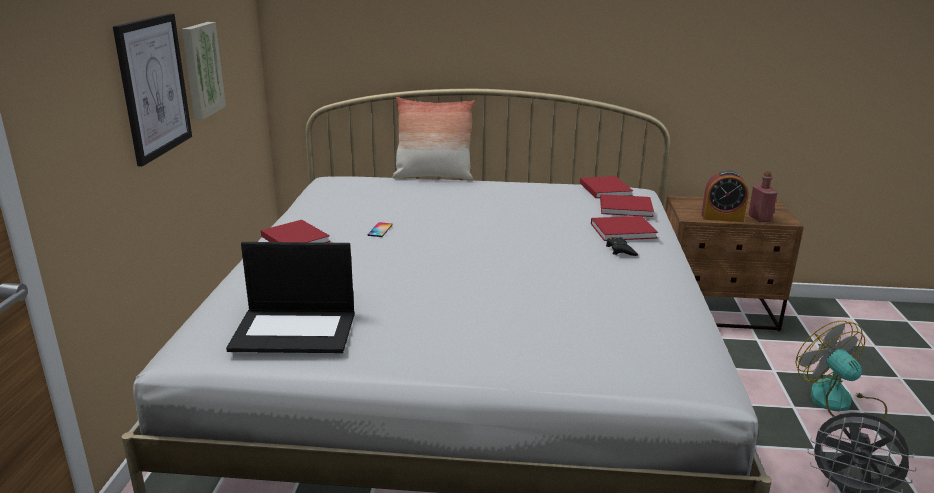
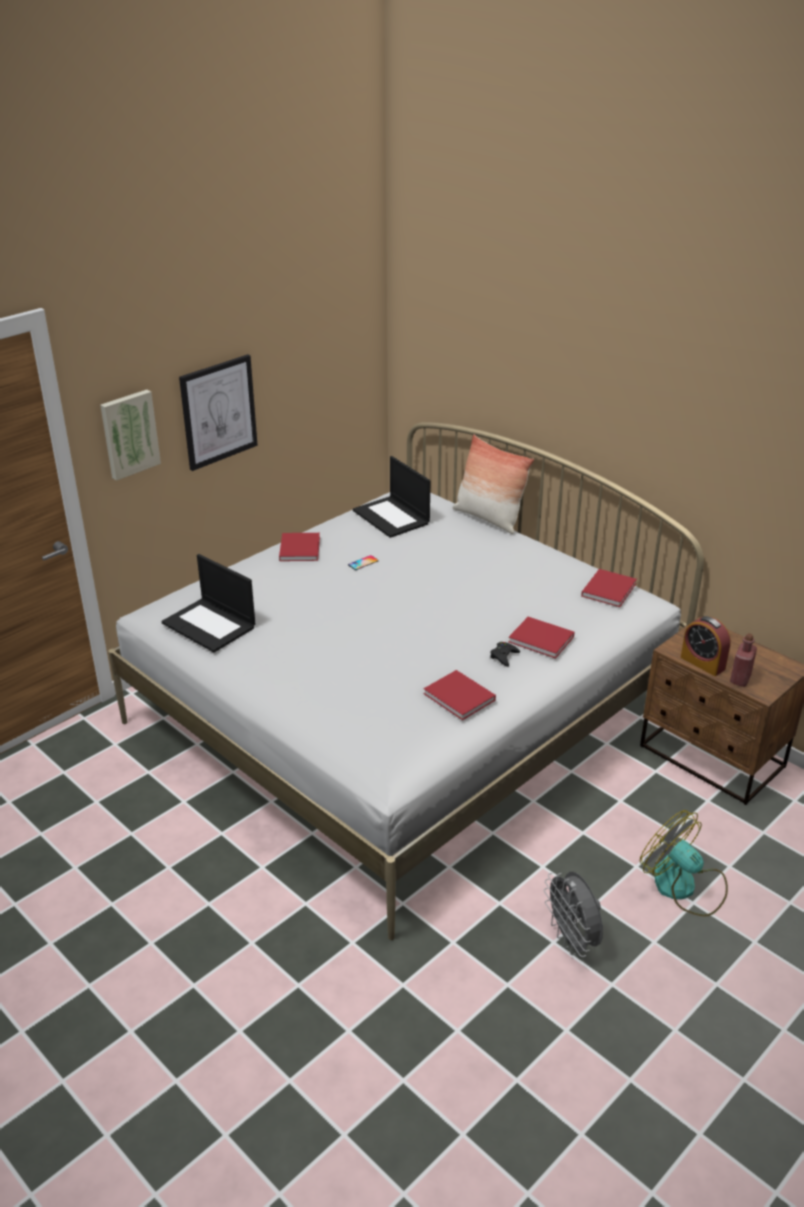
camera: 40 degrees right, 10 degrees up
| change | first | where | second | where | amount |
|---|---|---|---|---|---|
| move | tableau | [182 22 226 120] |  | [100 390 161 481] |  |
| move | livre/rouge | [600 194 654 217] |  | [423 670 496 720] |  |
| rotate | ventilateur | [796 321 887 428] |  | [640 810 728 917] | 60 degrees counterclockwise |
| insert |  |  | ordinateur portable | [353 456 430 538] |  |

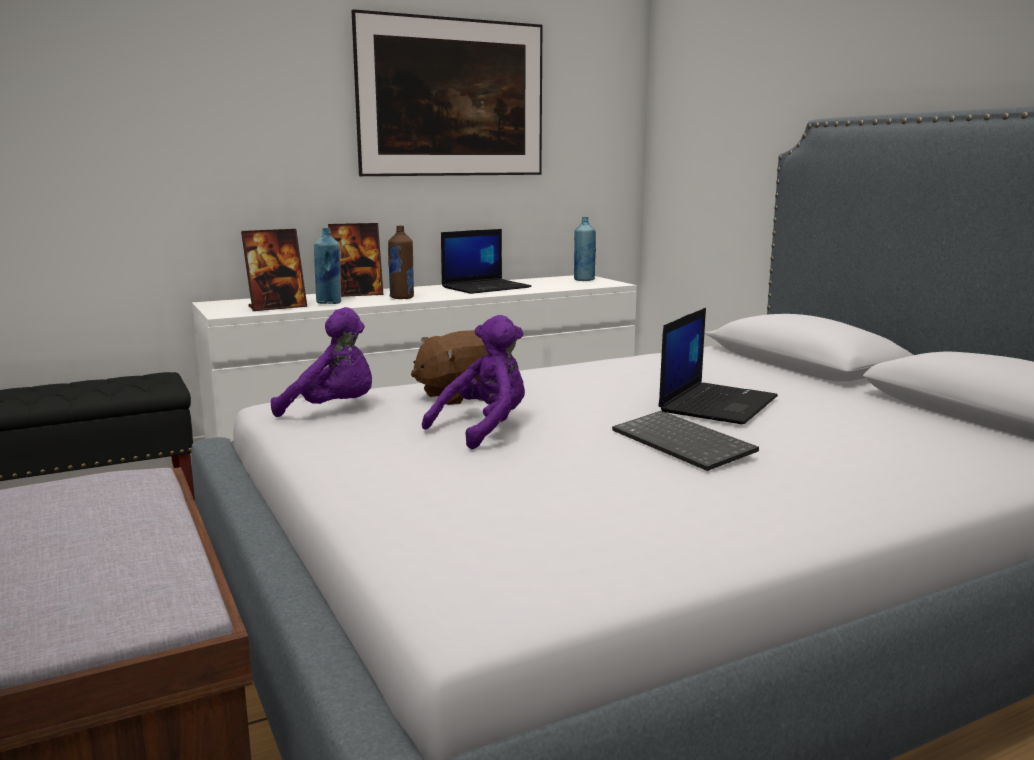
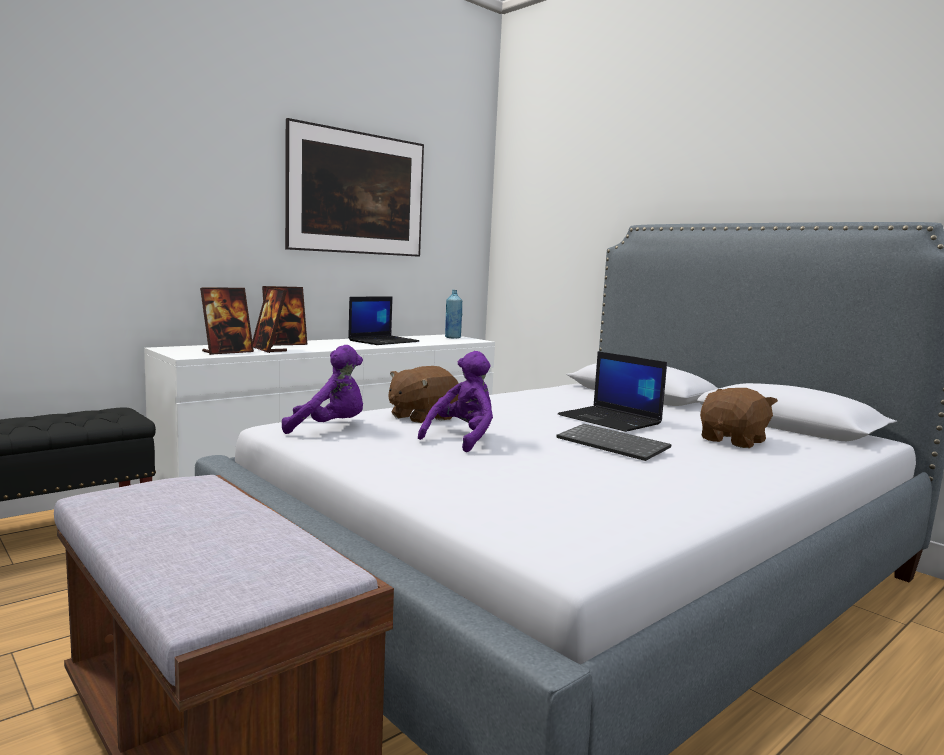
camera: 15 degrees left, 5 degrees down
| change | first | where | second | where | amount |
|---|---|---|---|---|---|
| replace | bouteille/bleu | [314 228 341 304] | cadre photo | [252 287 287 353] |  |
| delete | bouteille/marron | [388 225 414 299] |  |  |  |
| rotate | ordinateur portable | [658 308 778 424] |  | [558 351 667 432] | 120 degrees clockwise |
| insert |  |  | peluche/marron | [700 388 778 448] |  |

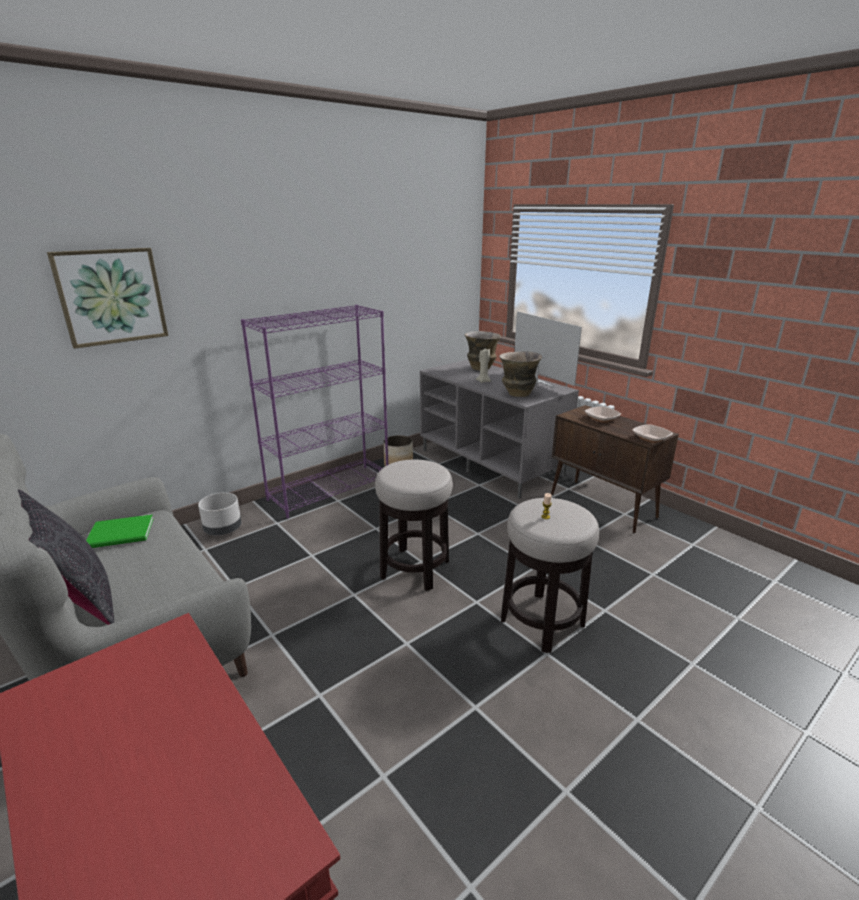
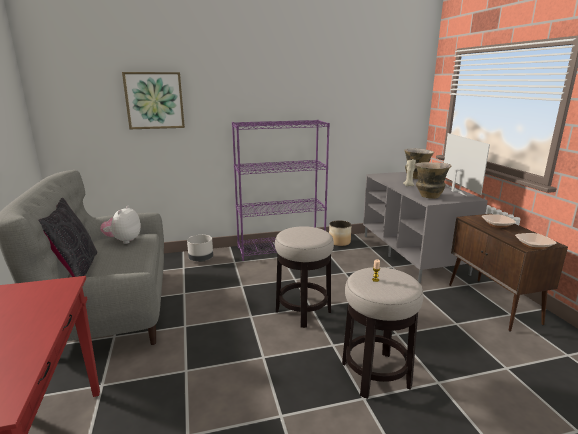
camera: 25 degrees right, 5 degrees down
| change | first | where | second | where | amount |
|---|---|---|---|---|---|
| replace | livre/vert | [86 514 153 548] | peluche | [100 206 141 244] |  |

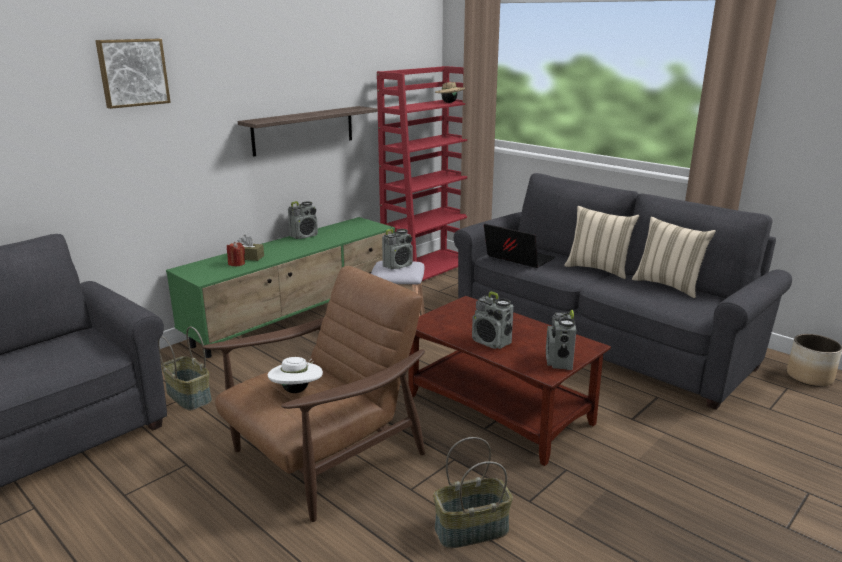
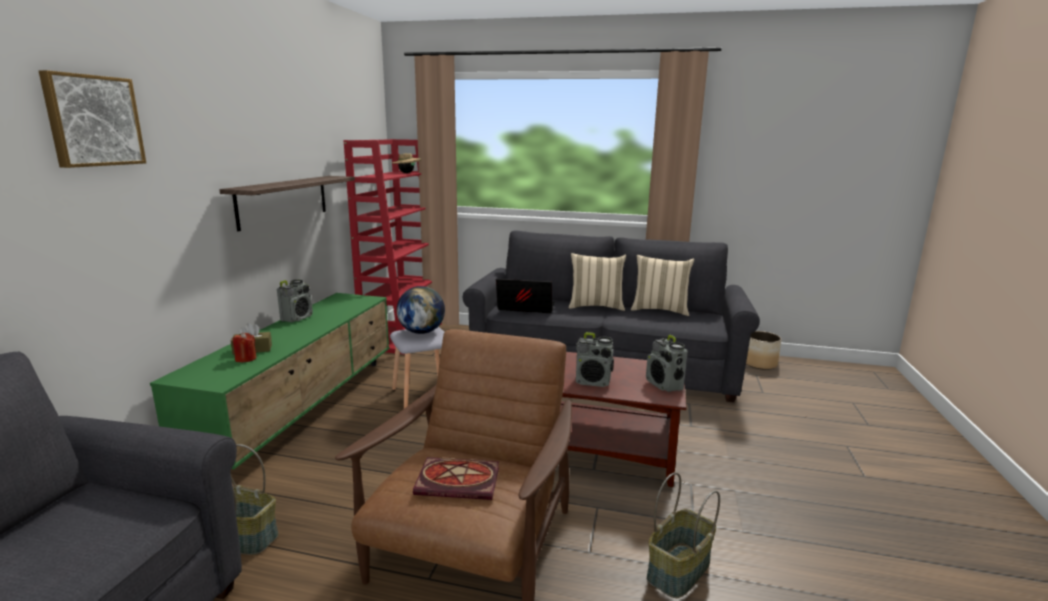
camera: 30 degrees left, 5 degrees down
| change | first | where | second | where | amount |
|---|---|---|---|---|---|
| replace | chapeau/blanc | [268 357 323 393] | livre | [413 457 499 500] |  |
| replace | radio | [382 229 413 270] | globe | [397 286 445 334] |  |

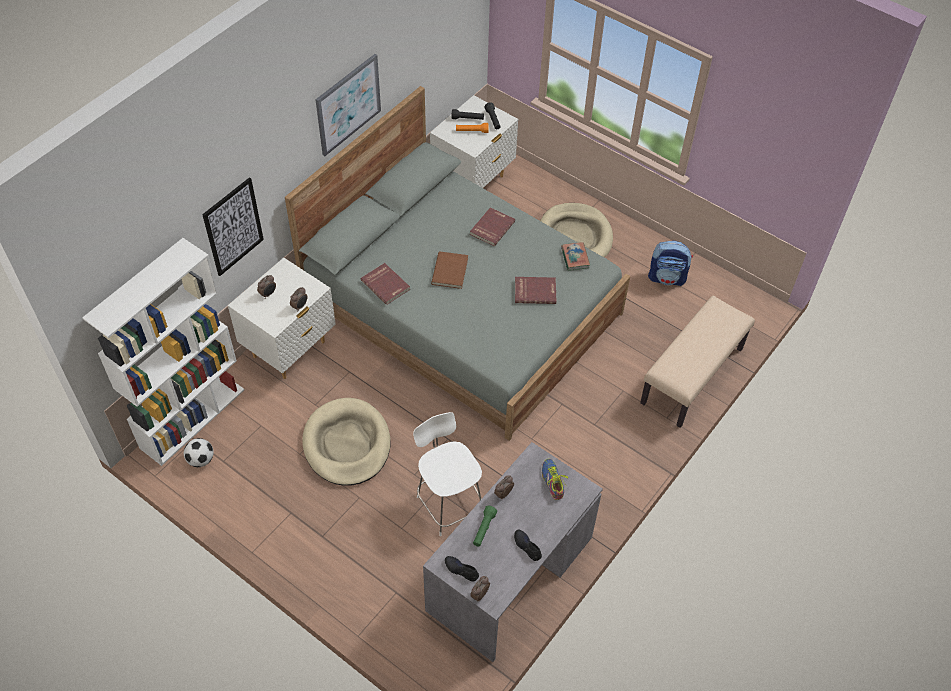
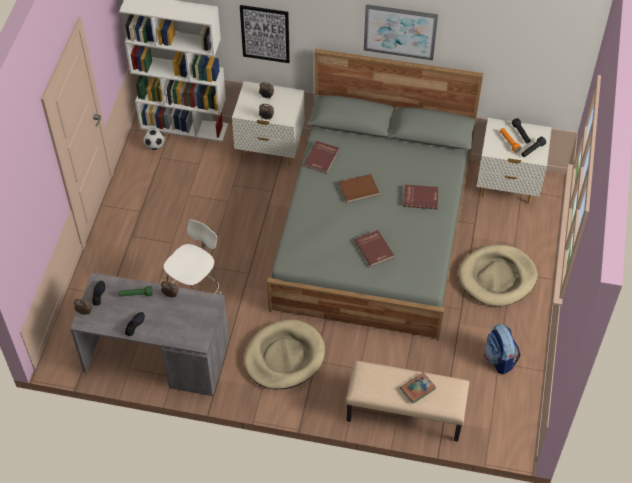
camera: 65 degrees right, 0 degrees up
| change | first | where | second | where | amount |
|---|---|---|---|---|---|
| move | panier pour chien/beige | [302 398 391 486] |  | [244 319 325 389] |  |
| delete | chaussure | [542 459 568 500] |  |  |  |
| move | livre | [561 242 590 271] |  | [400 373 436 404] |  |

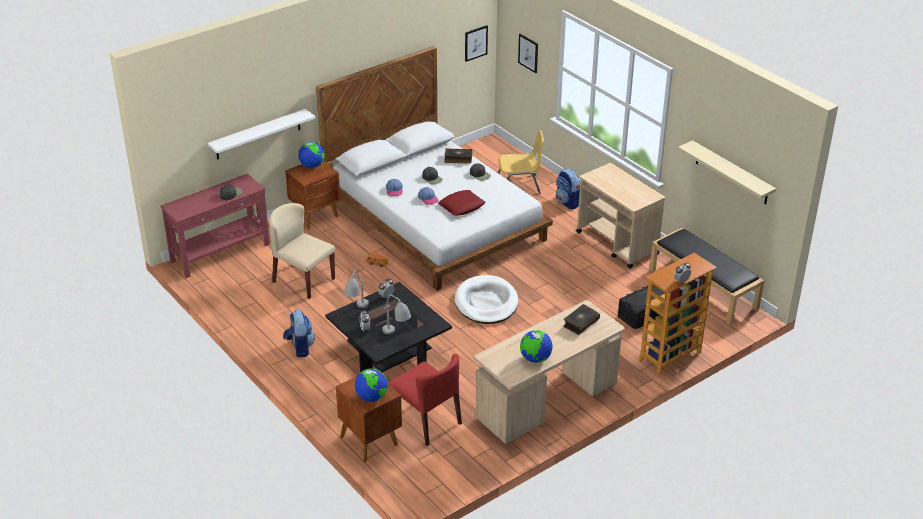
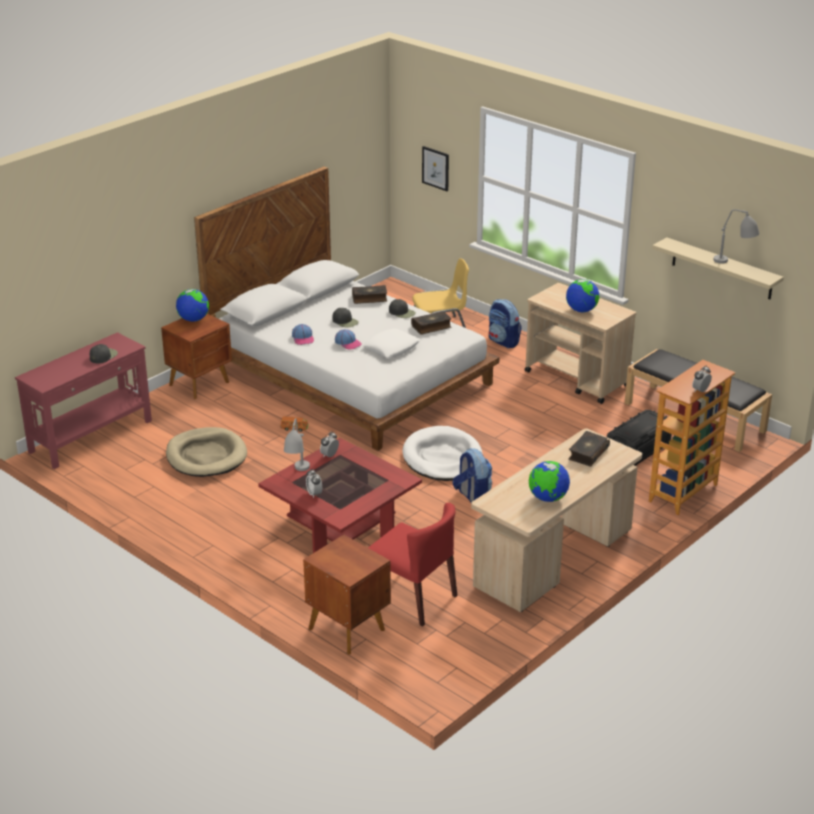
camera: 10 degrees left, 5 degrees down
| change | first | where | second | where | amount |
|---|---|---|---|---|---|
| delete | étagère/blanc | [208 109 315 160] |  |  |  |
| replace | chaise/beige | [269 203 335 299] | panier pour chien/beige | [166 427 247 477] |  |
| move | sac à dos | [283 310 315 357] |  | [453 448 492 503] |  |
| recolor | table basse/noir | [325 282 452 373] | table basse/rouge | [258 438 422 553] |  |
| move | globe | [355 369 388 402] |  | [566 279 599 313] |  |
| move | lampe de table/gris | [383 295 411 334] |  | [713 209 760 264] |  |
| recolor | coussin/rouge | [438 190 486 216] | coussin/blanc | [363 329 420 358] |  |
| delete | tableau | [465 25 488 62] |  |  |  |
| insert |  |  | livre | [411 311 451 335] |  |

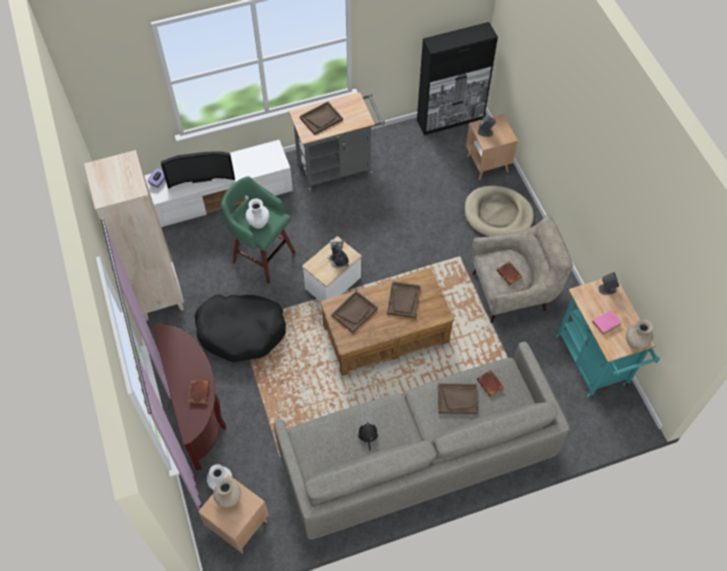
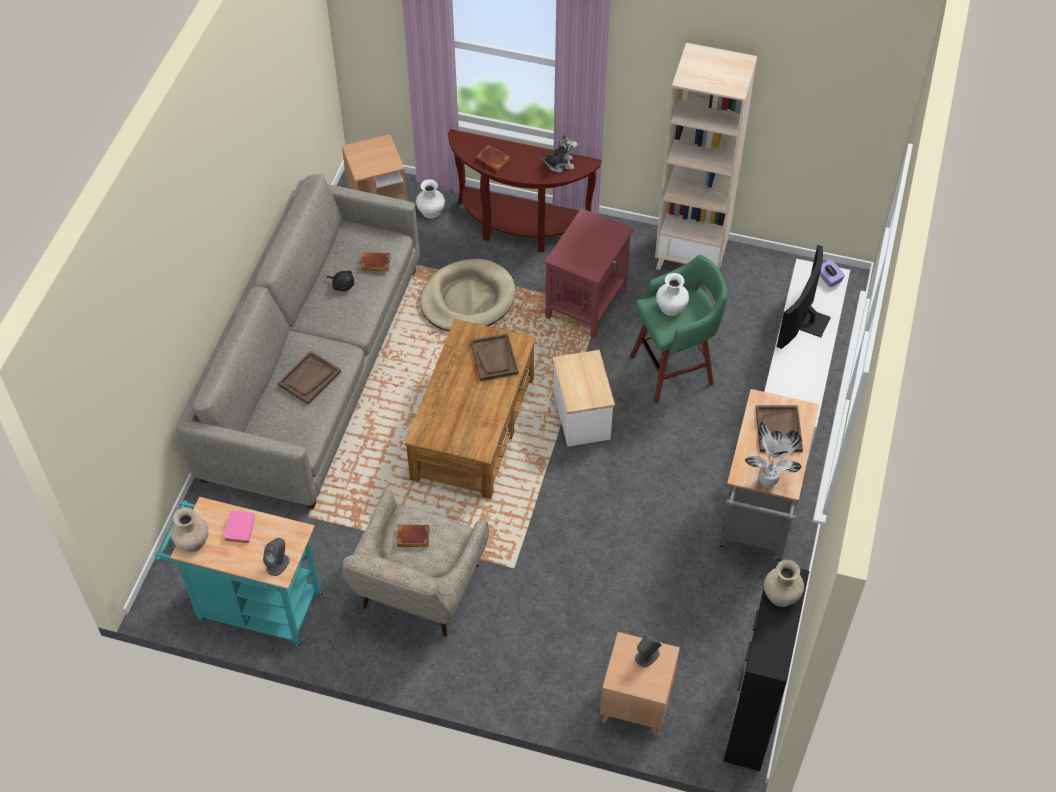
camera: 125 degrees right, 5 degrees down
| change | first | where | second | where | amount |
|---|---|---|---|---|---|
| replace | panier pour chien/noir | [195 294 286 362] | table d'appoint/rouge | [545 208 634 338] |  |
| move | vase/beige | [213 478 241 508] |  | [764 560 804 607] |  |
| move | peluche | [327 239 349 269] |  | [540 134 578 173] |  |
| delete | plateau/marron | [387 281 421 318] |  |  |  |
| move | panier pour chien/beige | [465 186 534 236] |  | [420 259 516 331] |  |
| move | livre/marron | [477 370 504 397] |  | [360 252 391 271] |  |
| insert |  |  | plante en pot | [745 421 802 488] |  |

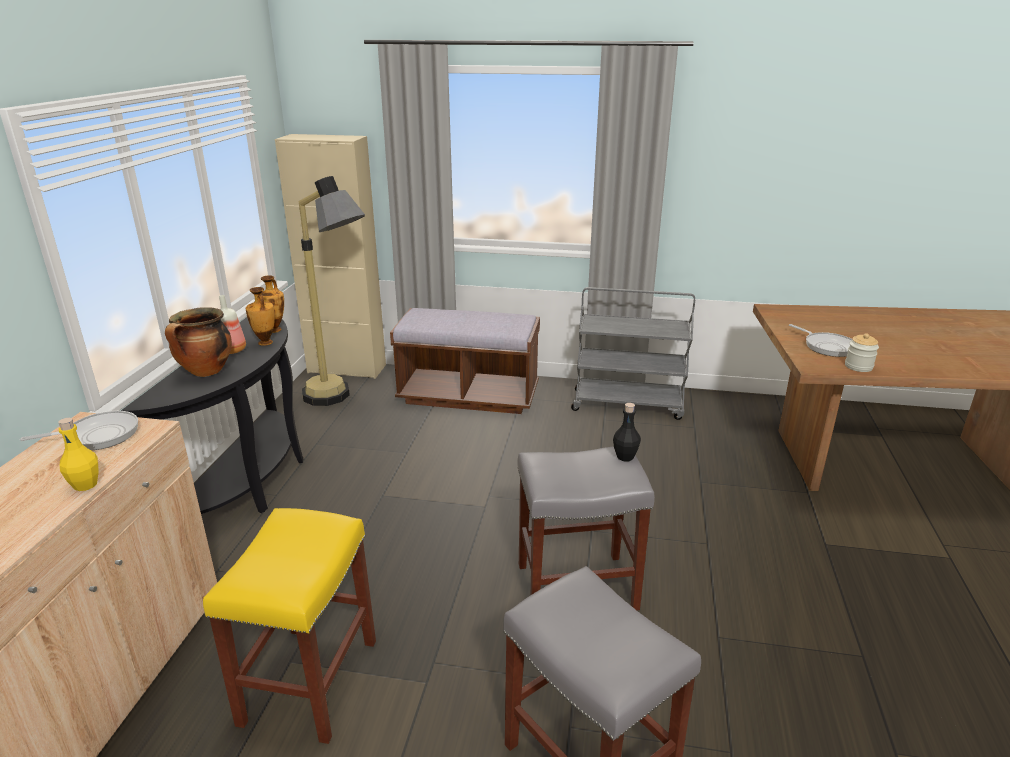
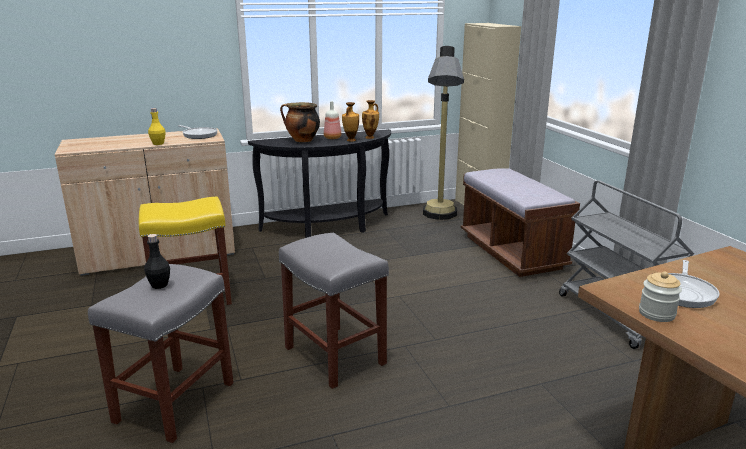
camera: 60 degrees right, 5 degrees down
| change | first | where | second | where | amount |
|---|---|---|---|---|---|
| move | bouteille/noir | [613 403 641 462] |  | [144 234 170 289] |  |

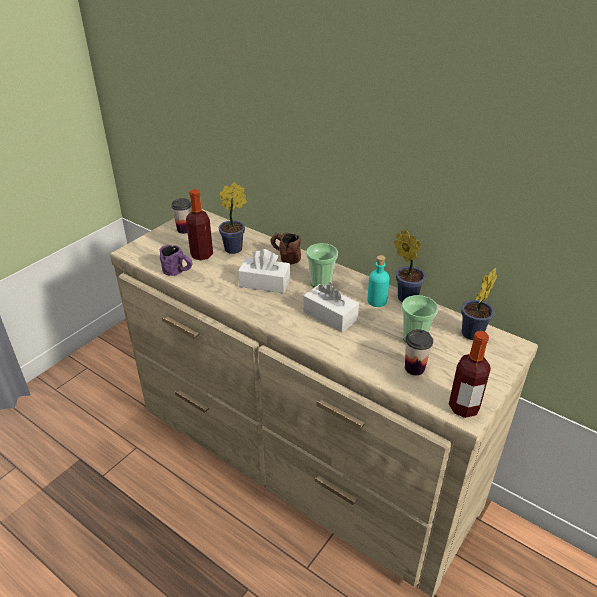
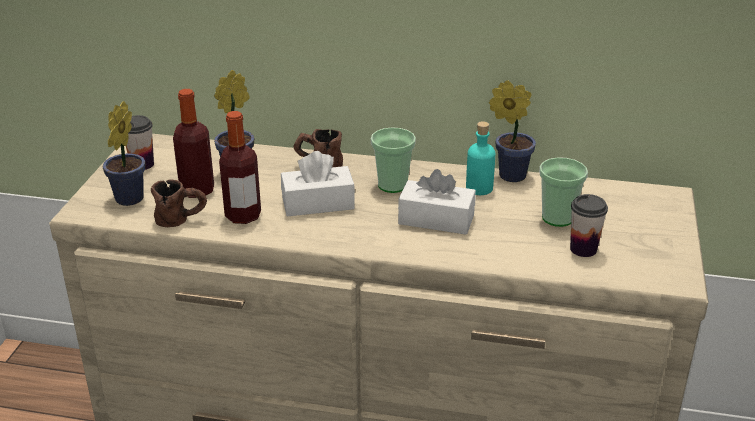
camera: 25 degrees left, 5 degrees down
| change | first | where | second | where | amount |
|---|---|---|---|---|---|
| recolor | mug/violet | [160 245 193 276] | mug/marron | [151 179 207 227] |  |
| move | bouteille | [449 331 491 418] |  | [219 111 261 224] |  |
| move | plante en pot | [461 268 497 340] |  | [103 101 145 206] |  |

